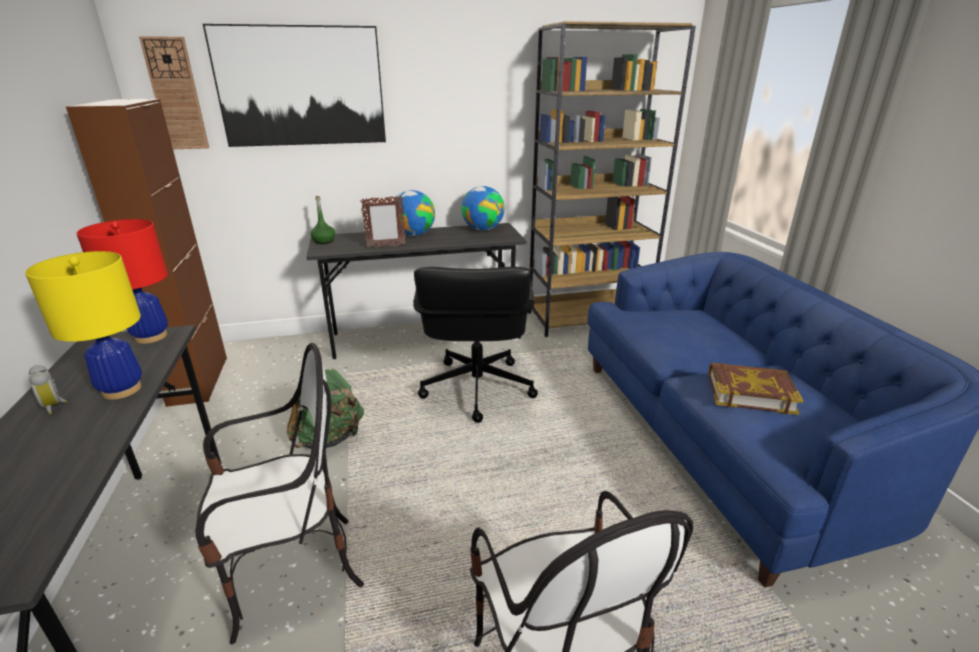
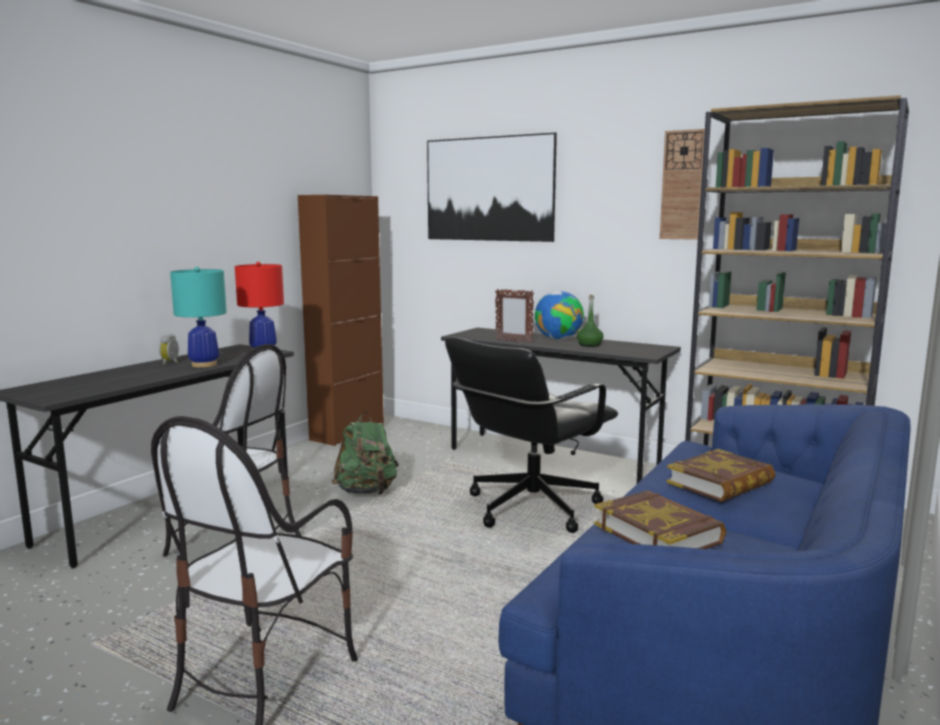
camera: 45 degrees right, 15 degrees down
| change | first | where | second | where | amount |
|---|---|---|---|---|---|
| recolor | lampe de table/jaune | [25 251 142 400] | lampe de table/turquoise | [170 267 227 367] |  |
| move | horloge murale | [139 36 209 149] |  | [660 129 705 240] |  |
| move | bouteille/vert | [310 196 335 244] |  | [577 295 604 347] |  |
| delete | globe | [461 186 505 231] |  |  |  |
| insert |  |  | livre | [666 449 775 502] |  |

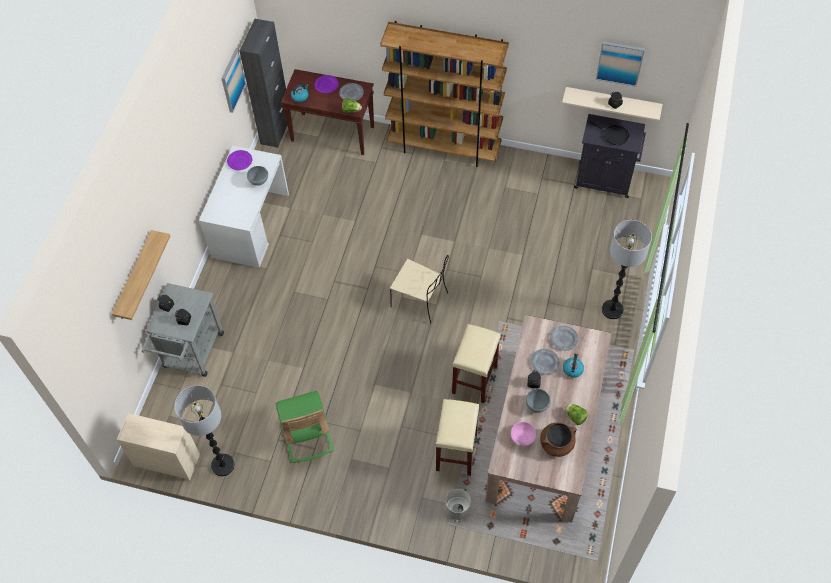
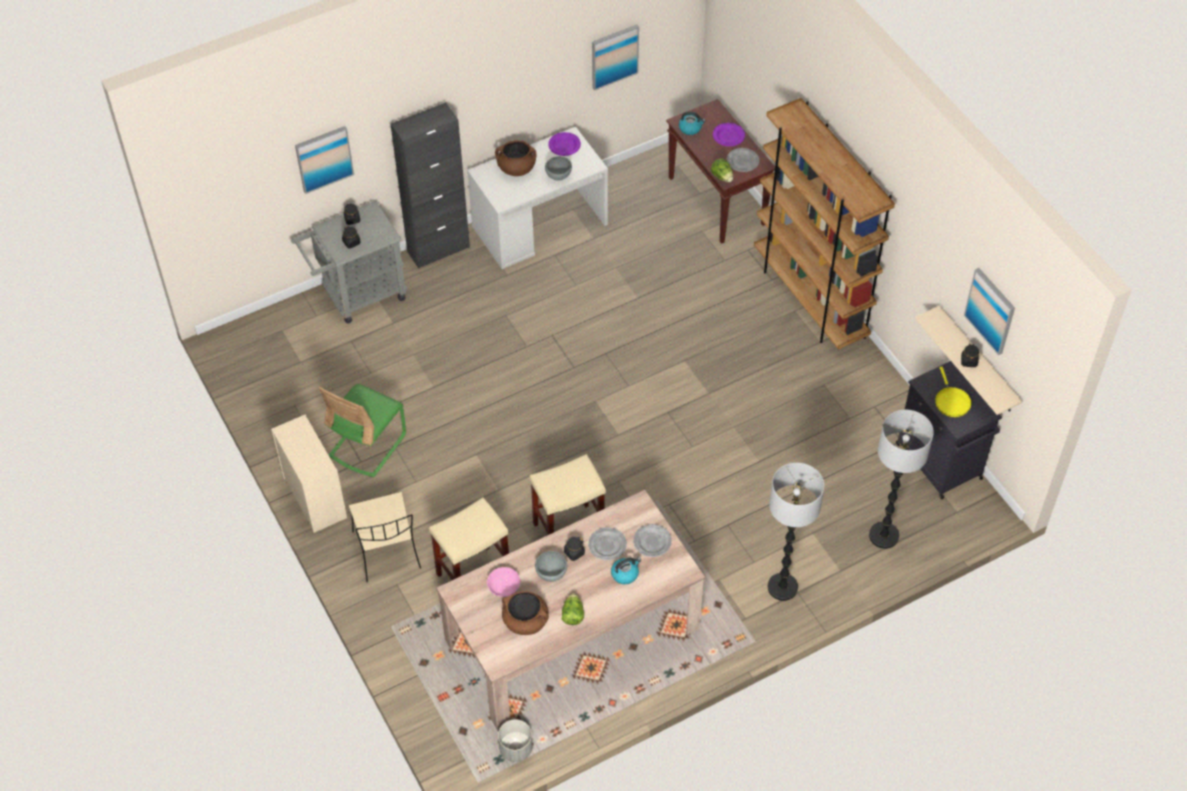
camera: 45 degrees right, 5 degrees down
| change | first | where | second | where | amount |
|---|---|---|---|---|---|
| replace | étagère | [112 230 170 320] | tableau | [295 126 354 194] |  |
| move | commode/beige | [117 413 200 480] |  | [271 414 347 533] |  |
| move | lampadaire | [174 385 235 476] |  | [869 410 934 549] |  |
| move | meuble de rangement/noir | [240 19 287 148] |  | [391 102 470 269] |  |
| move | chaise/beige | [390 255 449 323] |  | [349 492 421 583] |  |
| move | cache-pot/gris | [446 489 471 520] |  | [498 719 533 762] |  |
| recolor | poêle/noir | [589 121 629 145] | poêle/jaune | [935 367 972 417] |  |
| insert |  |  | marmite/marron | [495 140 537 176] |  |

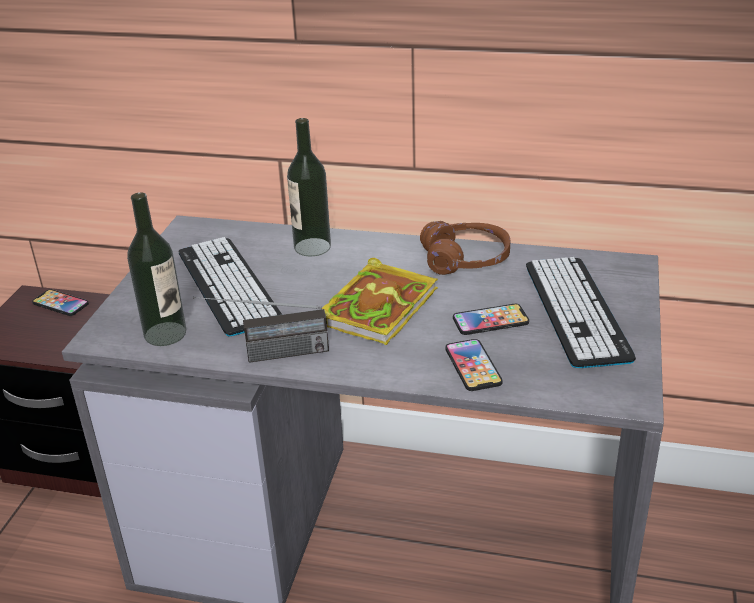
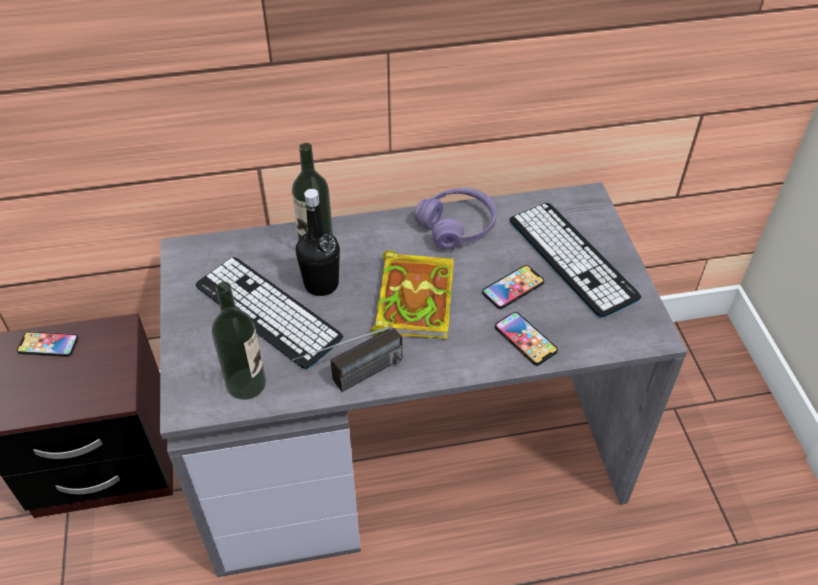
camera: 25 degrees left, 15 degrees up
| change | first | where | second | where | amount |
|---|---|---|---|---|---|
| recolor | casque audio/marron | [420 221 510 275] | casque audio/violet | [414 188 497 250] |  |
| insert |  |  | bouteille/noir | [296 189 340 296] |  |

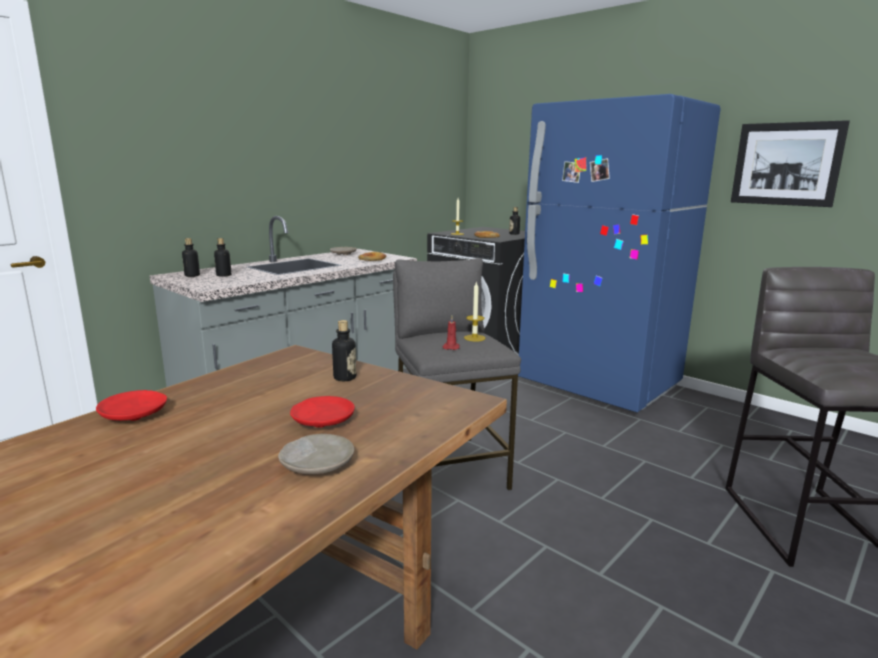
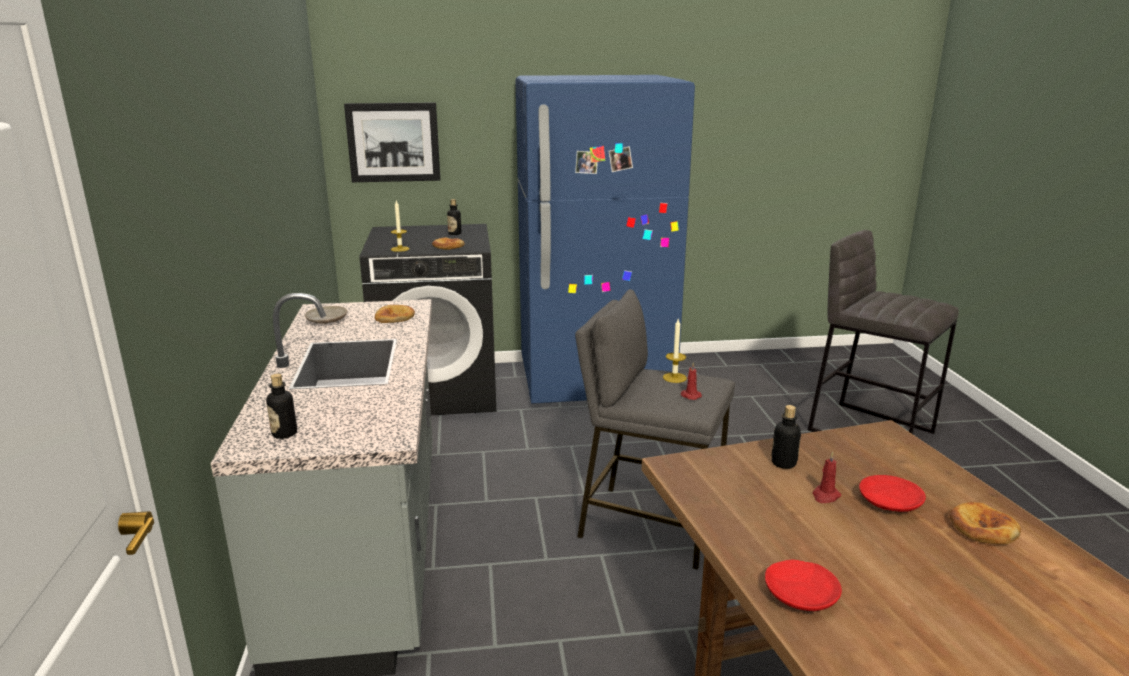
camera: 50 degrees left, 5 degrees up
| change | first | where | second | where | amount |
|---|---|---|---|---|---|
| delete | bouteille | [214 238 231 277] |  |  |  |
| replace | assiette/beige | [278 434 354 474] | pain | [949 502 1021 544] |  |
| move | tableau | [731 120 850 207] |  | [344 103 440 182] |  |
| insert |  |  | bougie/rouge | [813 452 841 503] |  |

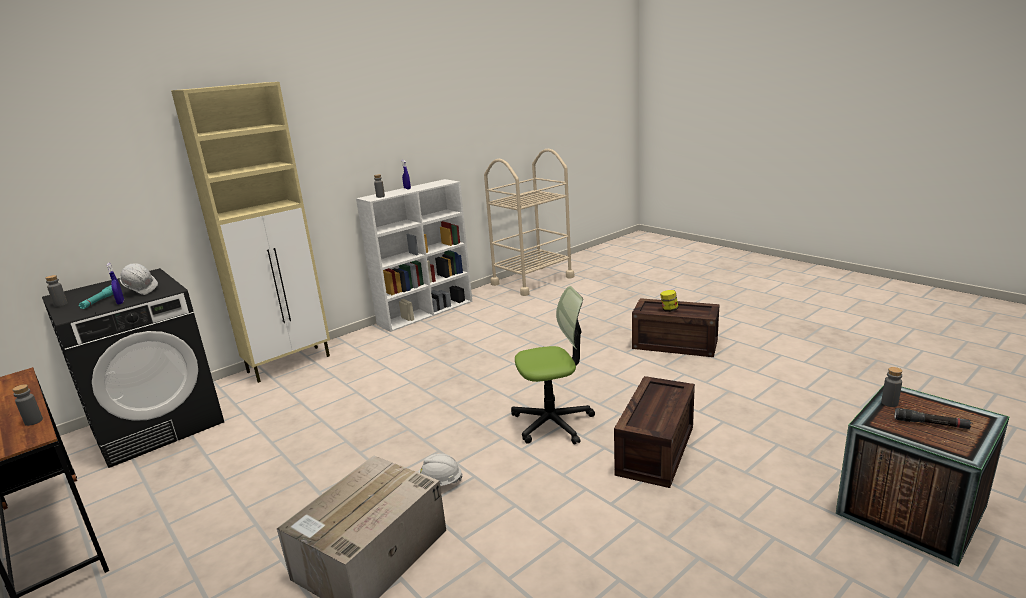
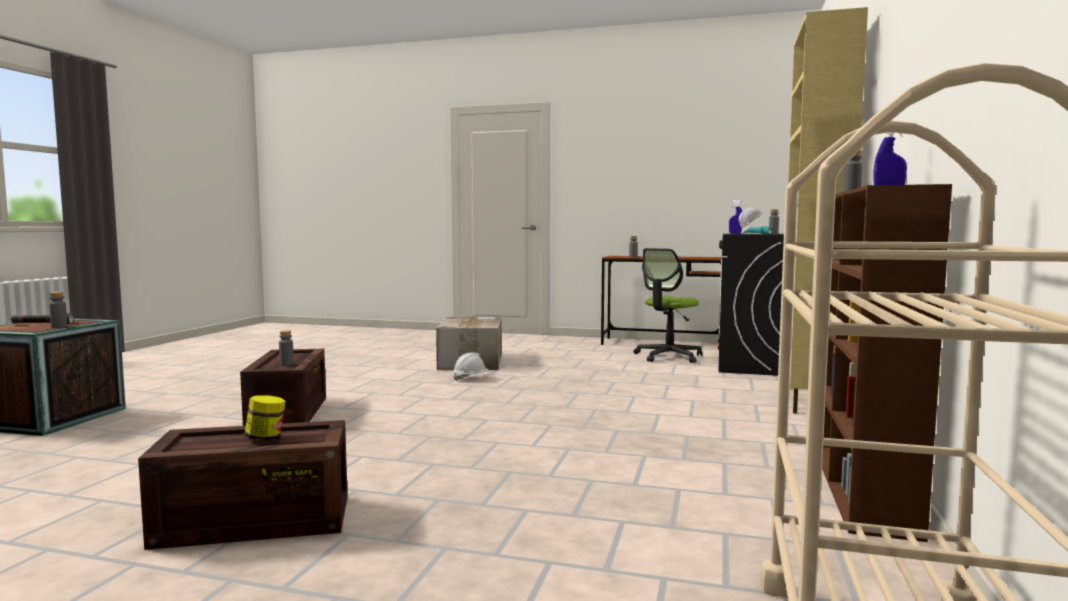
camera: 145 degrees right, 15 degrees down
| change | first | where | second | where | amount |
|---|---|---|---|---|---|
| recolor | bibliothèque/blanc | [356 179 473 332] | bibliothèque/marron | [822 184 952 542] |  |
| move | chaise de bureau | [511 286 595 445] |  | [633 248 703 363] |  |
| insert |  |  | bouteille/gris | [279 330 294 366] |  |

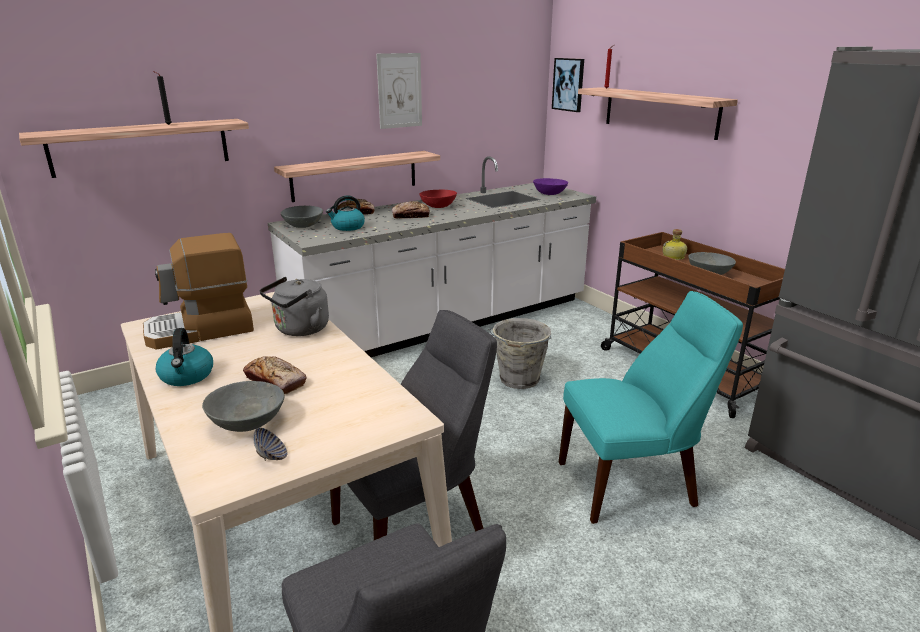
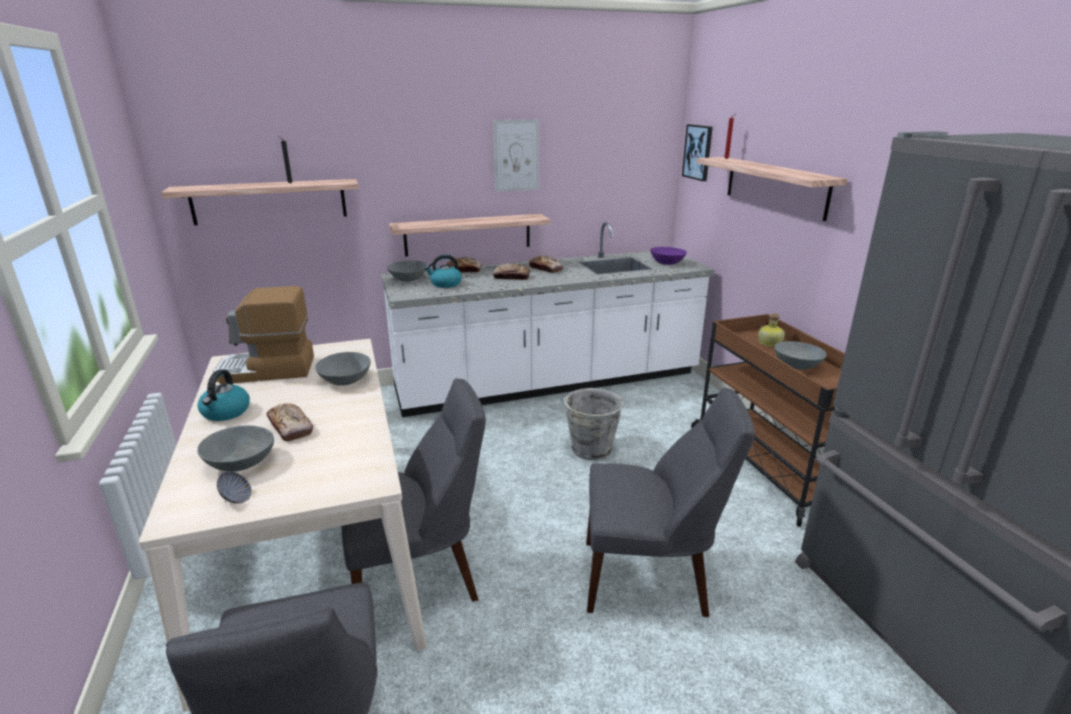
camera: 15 degrees right, 0 degrees up
| change | first | where | second | where | amount |
|---|---|---|---|---|---|
| replace | bouilloire/gris | [260 277 329 336] | bol/gris | [315 352 371 386] |  |
| replace | bol/rouge | [420 190 457 208] | pain | [529 255 564 273] |  |
| recolor | chaise/turquoise | [559 291 743 524] | chaise/gris | [586 387 755 617] |  |

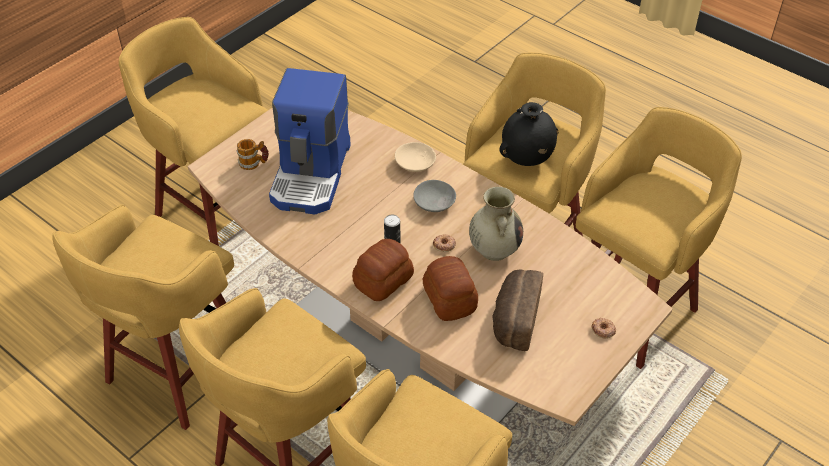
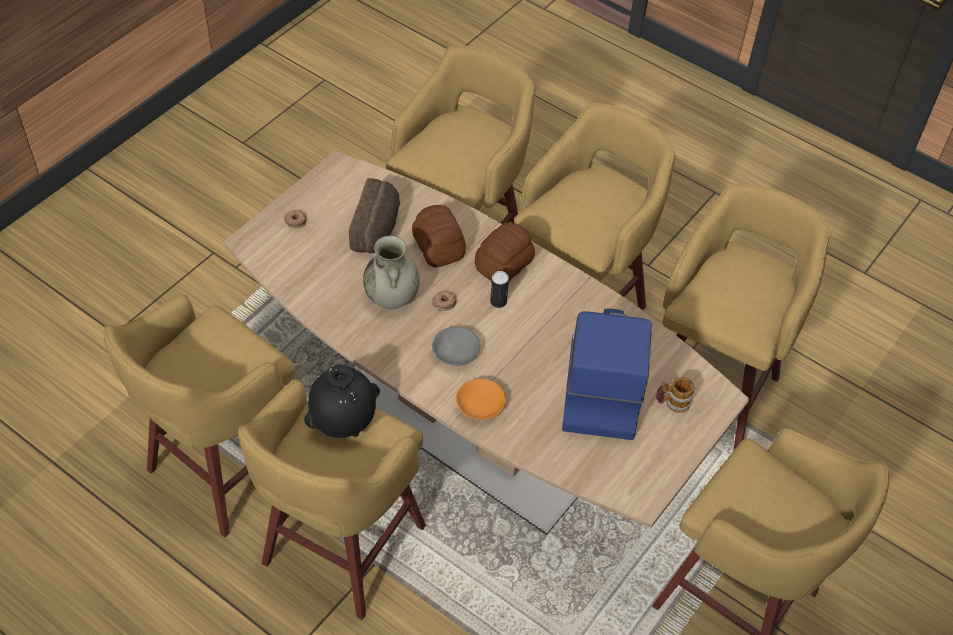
camera: 175 degrees right, 5 degrees up
| change | first | where | second | where | amount |
|---|---|---|---|---|---|
| recolor | bol/beige | [395 142 436 172] | bol/orange | [456 379 506 420] |  |

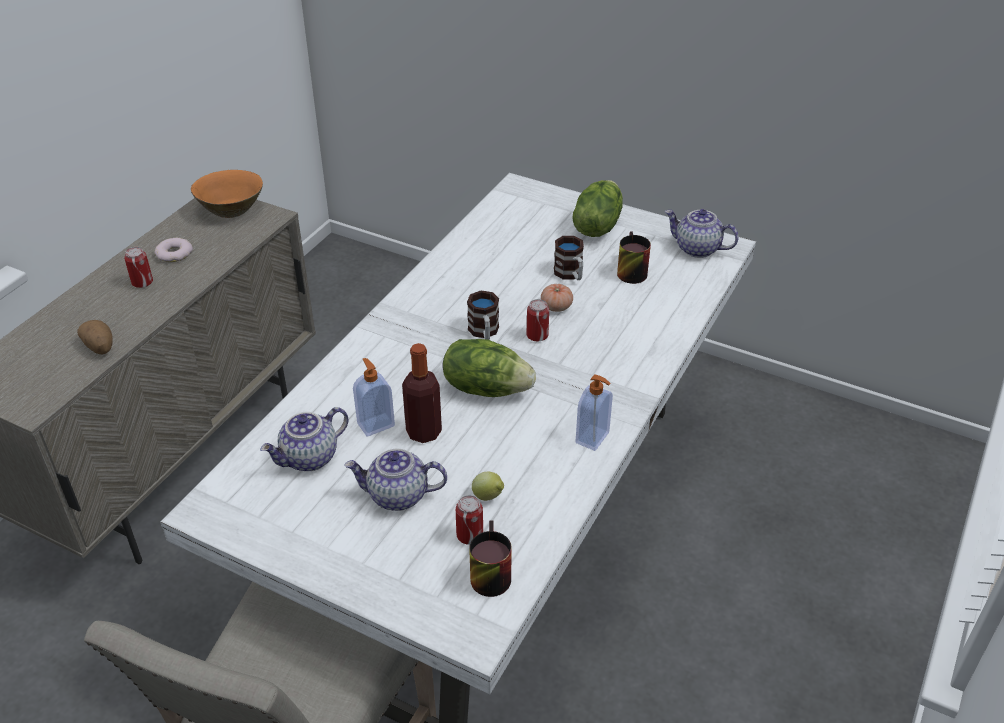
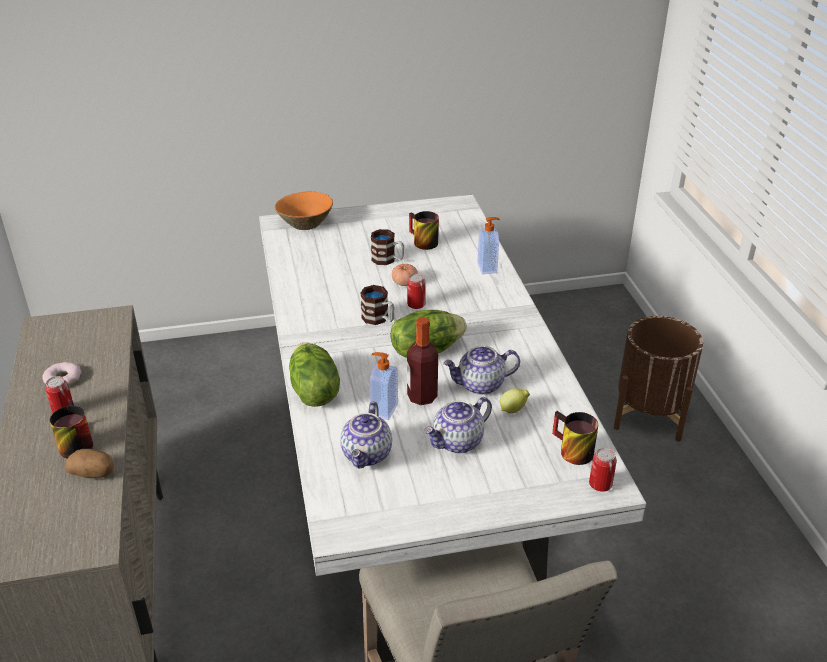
camera: 40 degrees left, 5 degrees down
| change | first | where | second | where | amount |
|---|---|---|---|---|---|
| move | bol/orange | [191 170 263 218] |  | [275 191 333 230] |  |
| move | boîte métallique | [456 495 483 545] |  | [589 448 617 492] |  |
| move | laitue | [572 180 623 237] |  | [289 342 340 407] |  |
| move | distributeur de savon | [575 375 613 451] |  | [477 217 500 274] |  |
| move | théière | [665 209 739 258] |  | [443 346 520 395] |  |
| insert |  |  | mug | [50 401 93 458] |  |
| insert |  |  | cache-pot/marron | [614 316 703 442] |  |

